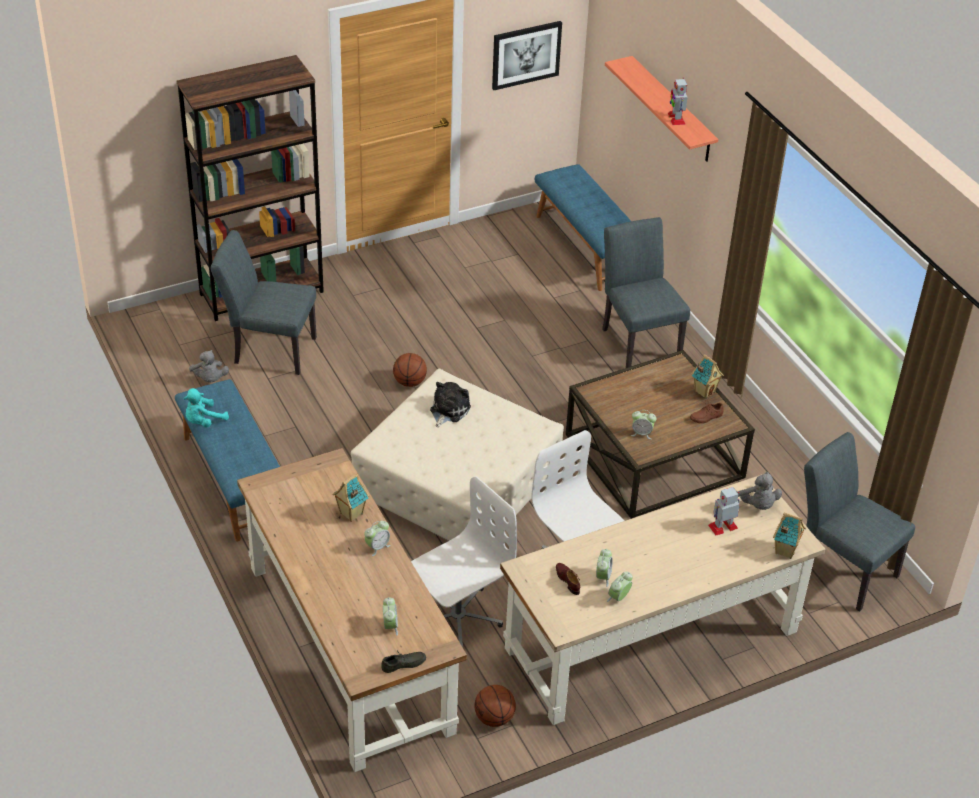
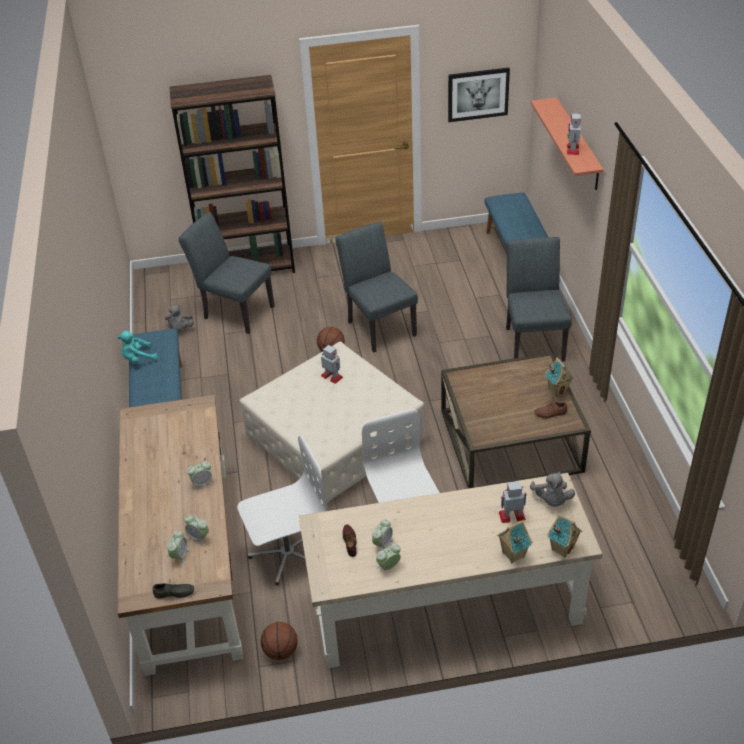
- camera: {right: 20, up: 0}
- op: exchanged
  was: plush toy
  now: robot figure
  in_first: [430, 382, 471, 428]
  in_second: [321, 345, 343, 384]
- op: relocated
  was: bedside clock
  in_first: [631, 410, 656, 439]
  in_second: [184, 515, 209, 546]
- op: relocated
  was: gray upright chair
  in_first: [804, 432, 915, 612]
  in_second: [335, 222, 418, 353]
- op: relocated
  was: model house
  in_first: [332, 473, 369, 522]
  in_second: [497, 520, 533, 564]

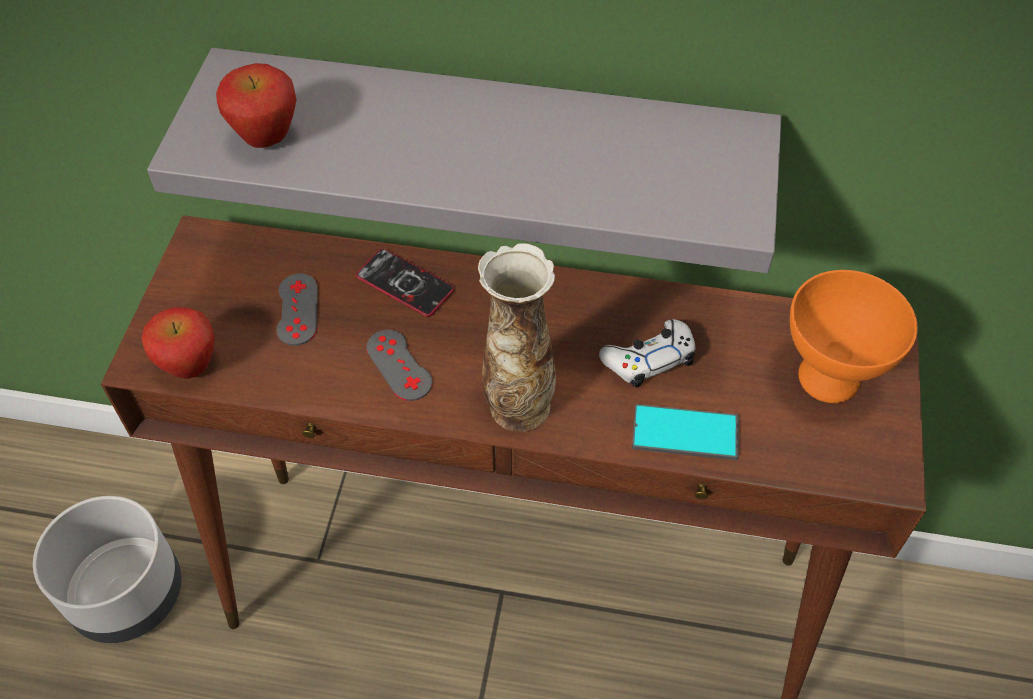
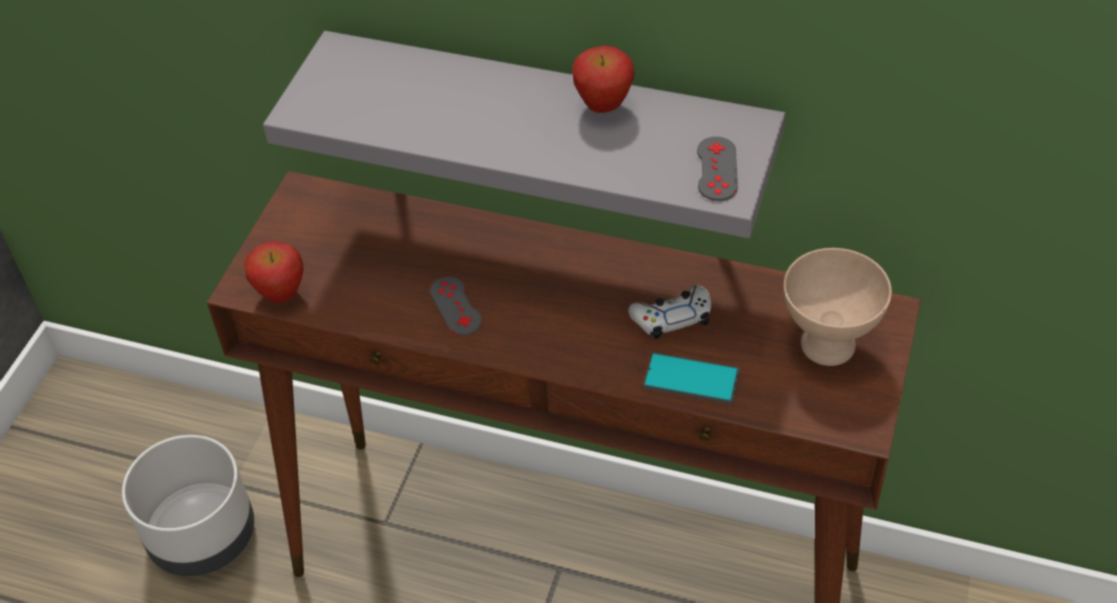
- camera: {right: 10, up: -5}
- op: relocated
  was: whole apple
  in_first: [216, 63, 296, 148]
  in_second: [572, 46, 634, 113]
- op: missing
  was: vase
  in_first: [478, 243, 556, 431]
- op: missing
  was: telephone
  in_first: [356, 249, 454, 317]
- op: colour
  was: orangey bowl
  now: sand-coloured bowl
  in_first: [790, 270, 918, 403]
  in_second: [783, 248, 892, 366]
- op: relocated
  was: gray game controller
  in_first: [276, 273, 318, 346]
  in_second: [697, 137, 738, 201]

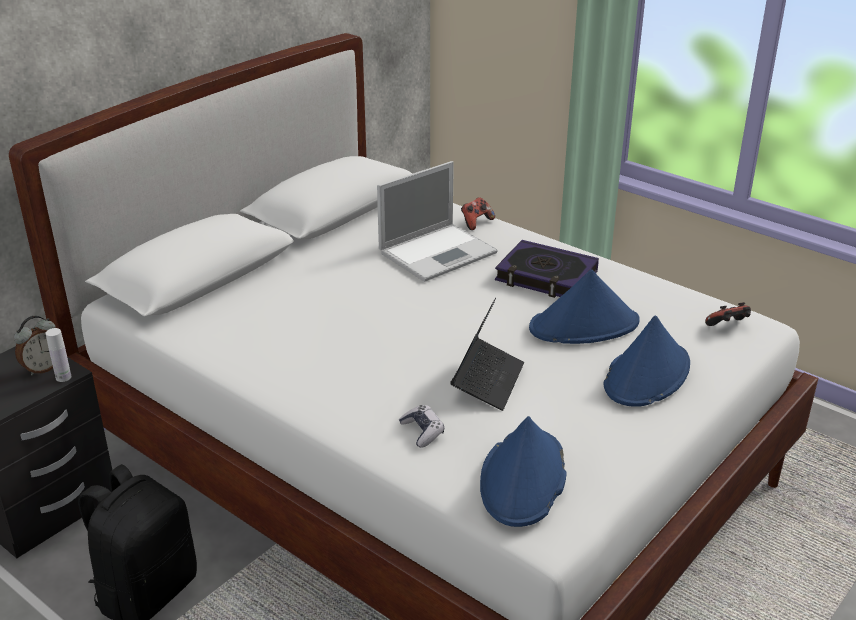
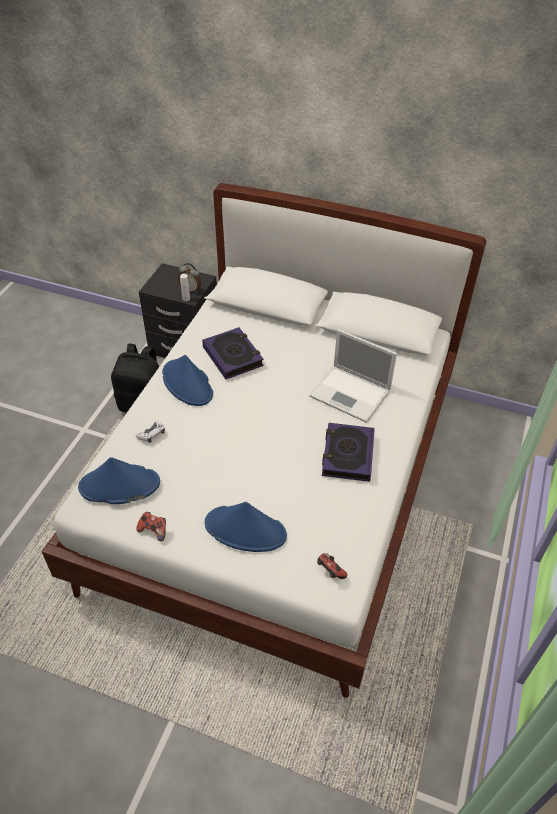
- camera: {right: 70, up: 15}
- op: relocated
  was: game controller
  in_first: [461, 197, 495, 230]
  in_second: [136, 512, 166, 541]
- op: relocated
  was: blue-coloured clothing hat
  in_first: [529, 269, 640, 344]
  in_second: [162, 355, 213, 406]
- op: missing
  was: laptop
  in_first: [450, 297, 524, 411]
- op: appeared
  now: bound book
  in_second: [202, 327, 264, 379]

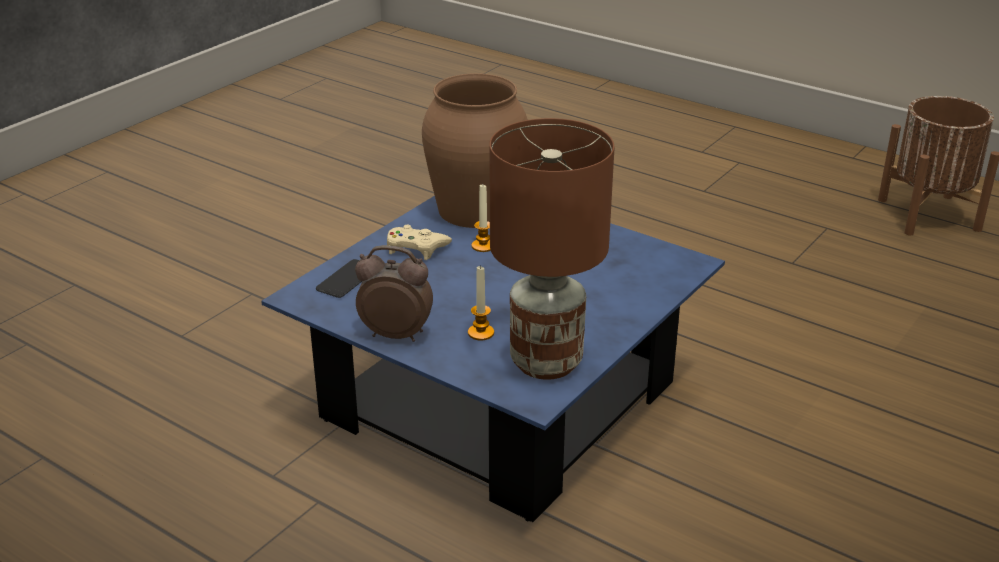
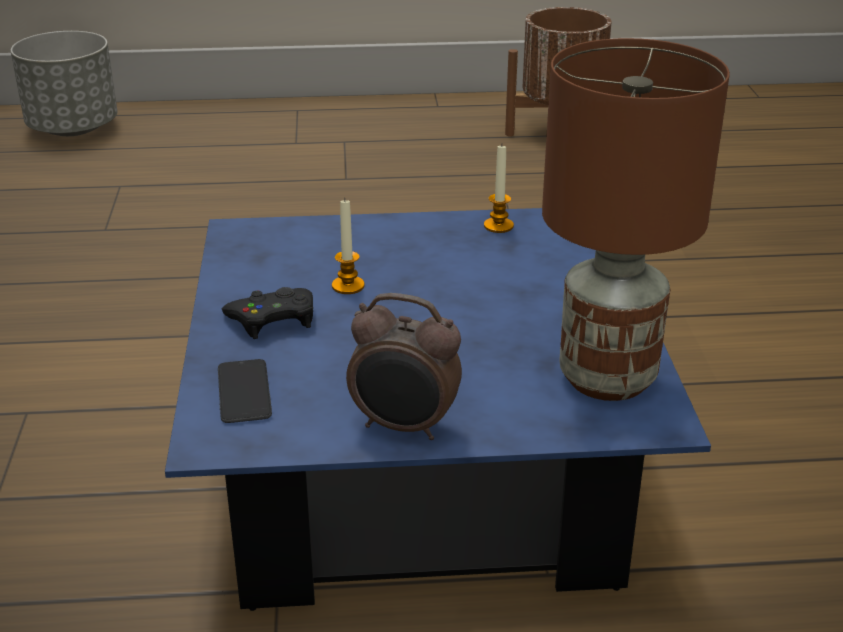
- camera: {right: -40, up: 0}
- op: missing
  was: brown-coloured vase
  in_first: [422, 73, 528, 228]
- op: colour
  was: sand-coloured game controller
  now: black-coloured game controller
  in_first: [387, 225, 452, 260]
  in_second: [222, 287, 313, 339]
- op: spun
  was: bedside clock
  in_first: [355, 245, 433, 342]
  in_second: [346, 293, 462, 440]
  clockwise: -135
- op: relocated
  was: wax candle
  in_first: [468, 265, 494, 340]
  in_second: [484, 145, 514, 233]
- op: appeared
  now: gray plant pot
  in_second: [11, 31, 117, 136]

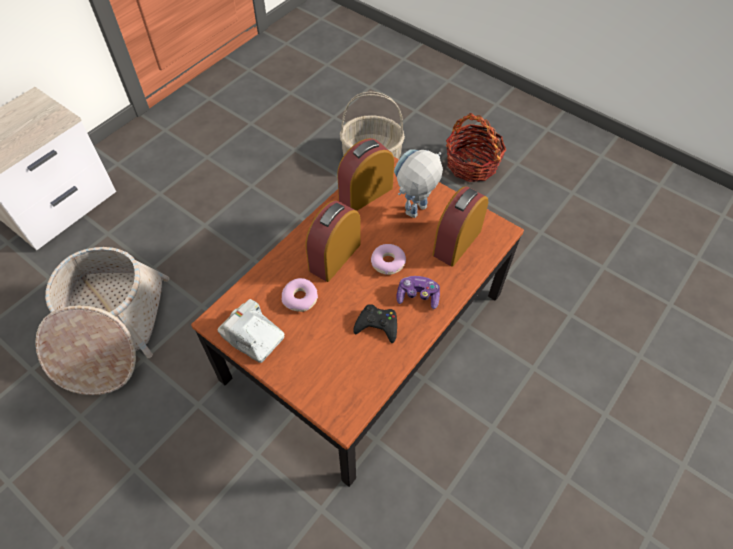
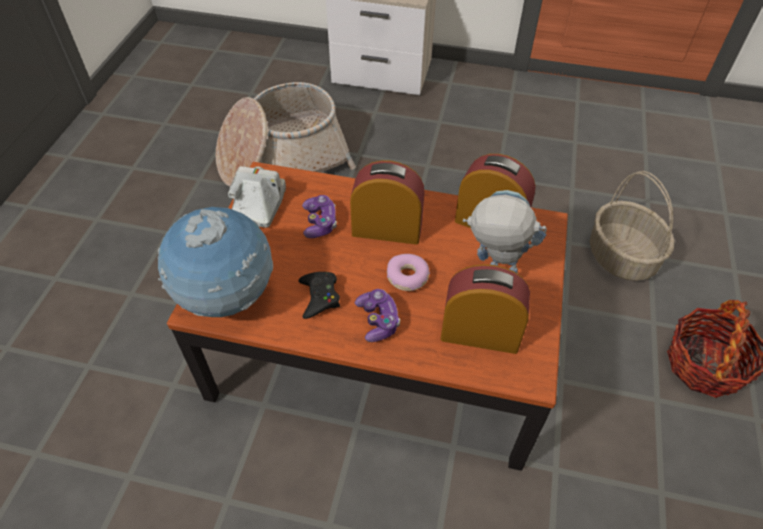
- camera: {right: 65, up: -5}
- op: exchanged
  was: donut
  now: game controller
  in_first: [282, 278, 318, 312]
  in_second: [302, 195, 337, 238]
- op: appeared
  now: desk globe
  in_second: [158, 207, 273, 317]

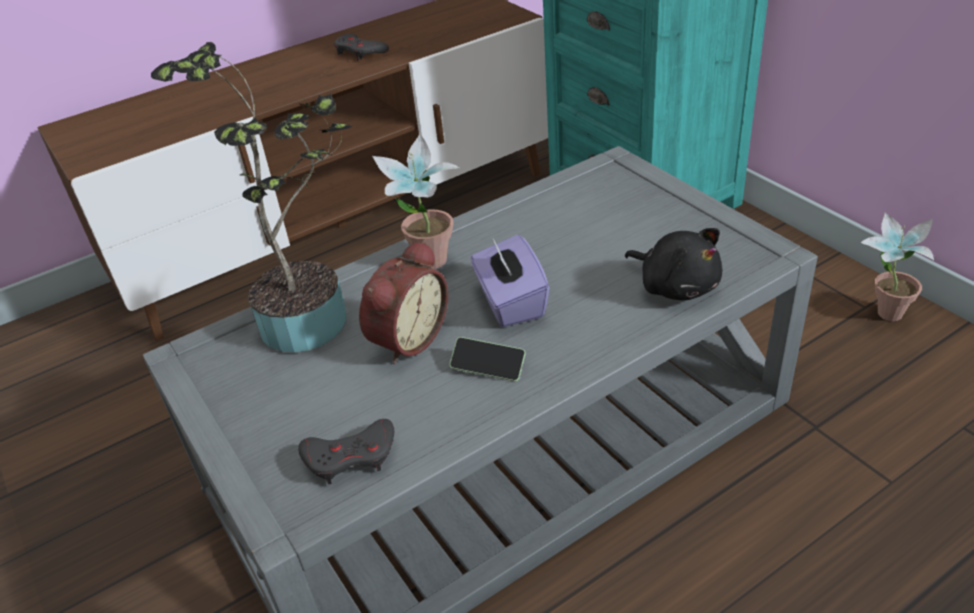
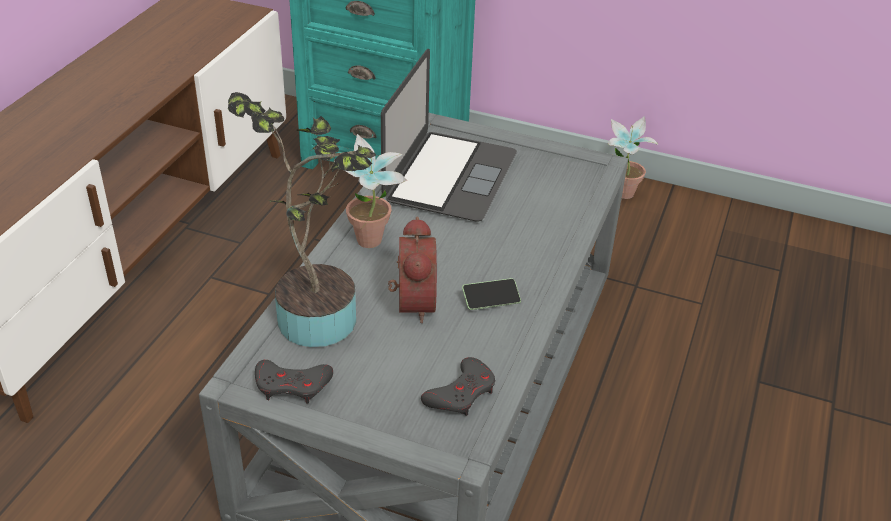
- camera: {right: -40, up: 0}
- op: relocated
  was: gray game controller
  in_first: [334, 34, 389, 61]
  in_second: [255, 360, 333, 403]
- op: missing
  was: black-coloured plush toy
  in_first: [625, 228, 722, 301]
- op: missing
  was: purple tissue box
  in_first: [471, 235, 550, 327]
- op: appeared
  now: laptop
  in_second: [381, 49, 517, 222]

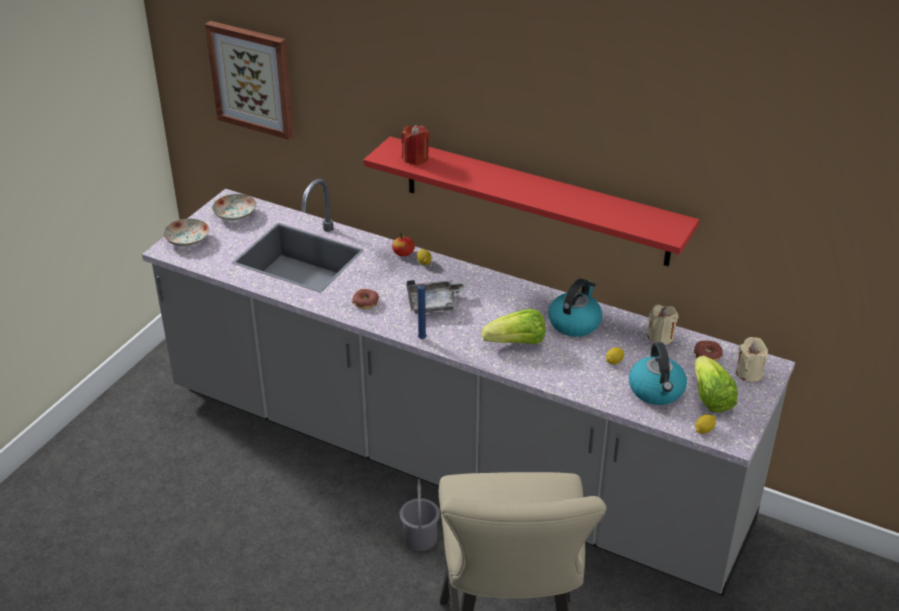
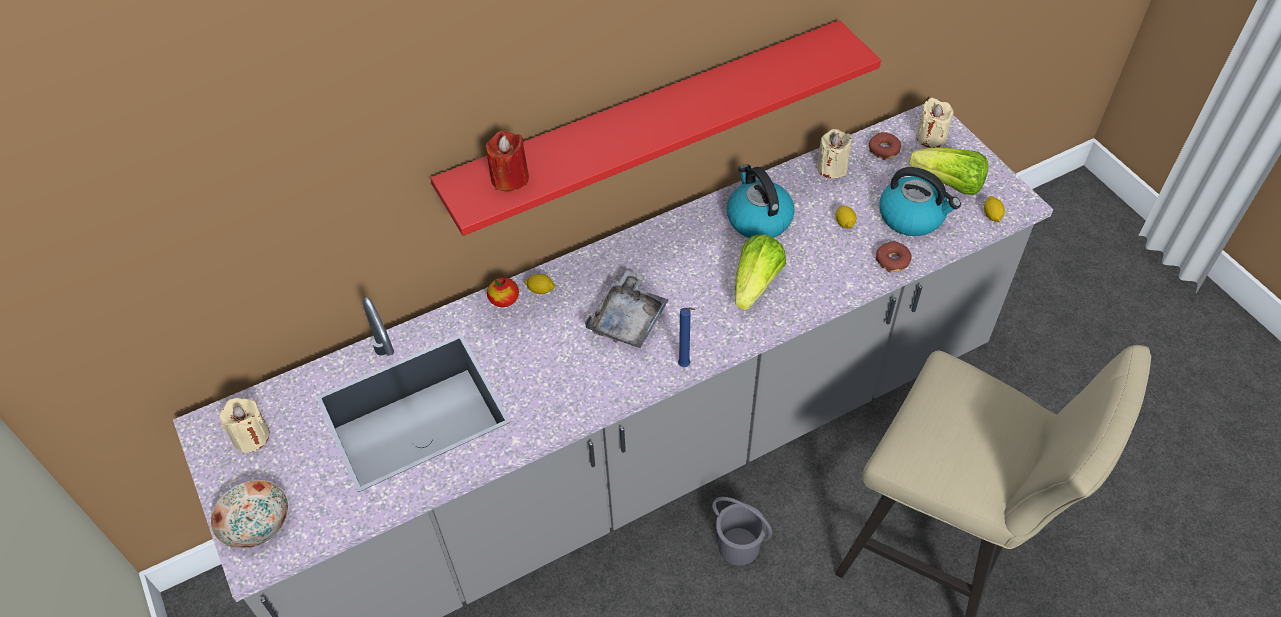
- camera: {right: -55, up: 15}
- op: missing
  was: wall picture
  in_first: [205, 21, 294, 140]
- op: exchanged
  was: flat dish
  now: sand-coloured wax candle
  in_first: [212, 194, 256, 221]
  in_second: [219, 398, 270, 453]
- op: relocated
  was: donut
  in_first: [352, 289, 379, 309]
  in_second: [876, 241, 912, 272]

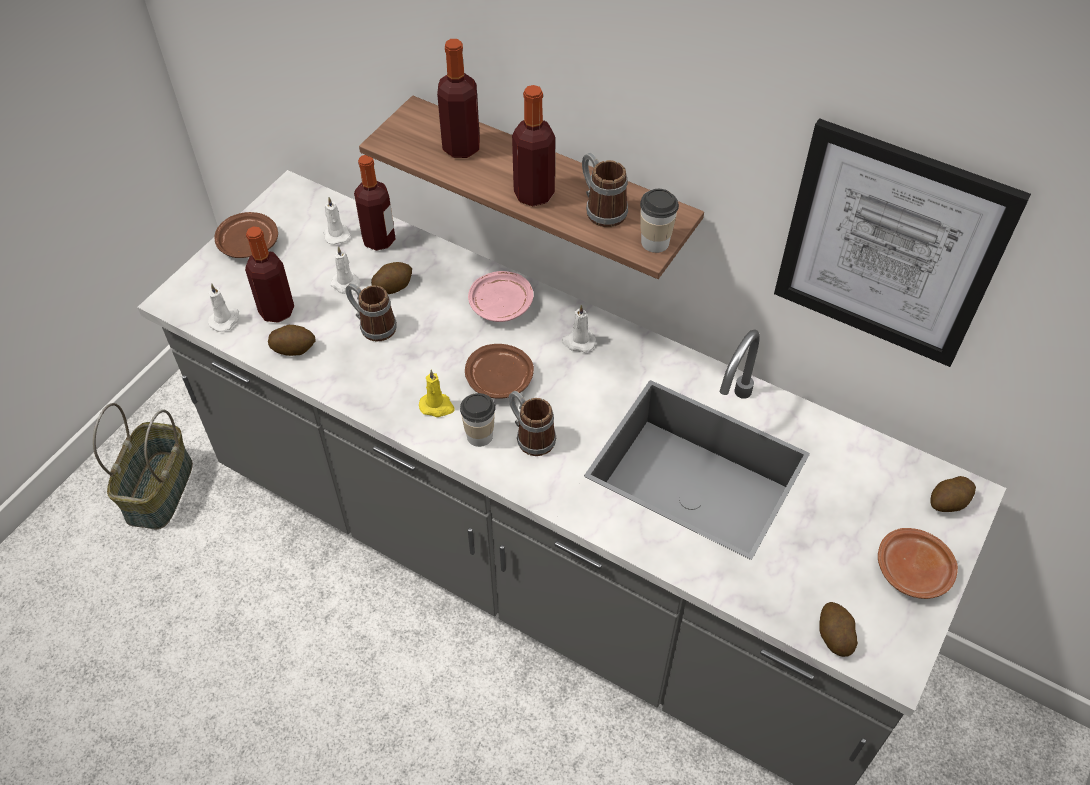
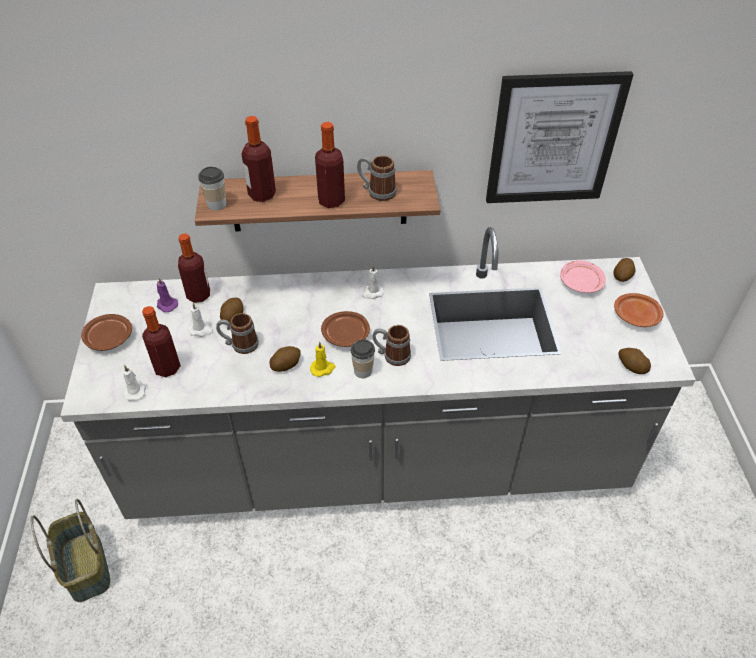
- camera: {right: -35, up: -5}
- op: relocated
  was: cup
  in_first: [640, 189, 679, 253]
  in_second: [198, 167, 226, 211]
- op: colour
  was: white-coloured wax candle
  now: purple wax candle
  in_first: [324, 197, 351, 245]
  in_second: [157, 278, 178, 312]
- op: relocated
  was: pink flat dish
  in_first: [468, 271, 534, 322]
  in_second: [560, 260, 606, 293]
- op: relocated
  was: spud
  in_first: [268, 325, 316, 356]
  in_second: [269, 346, 301, 372]

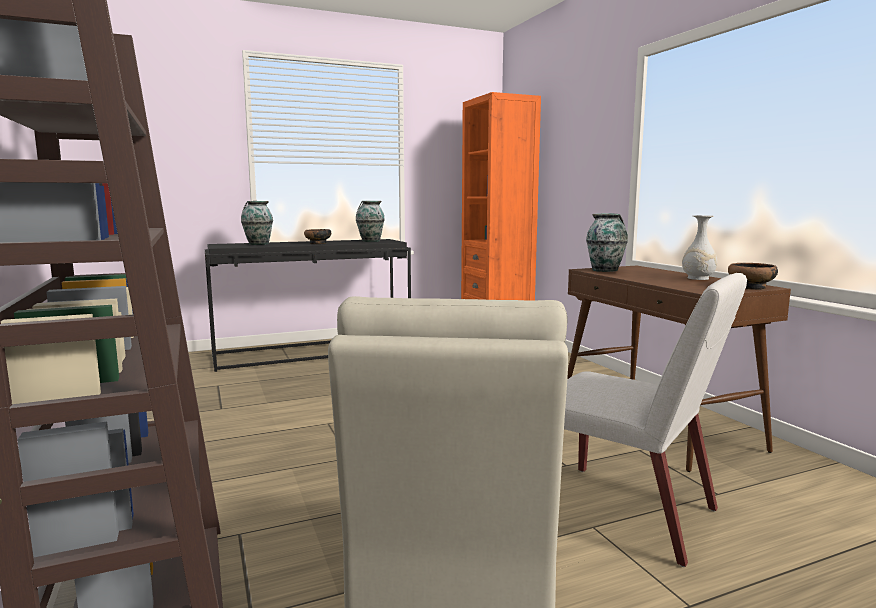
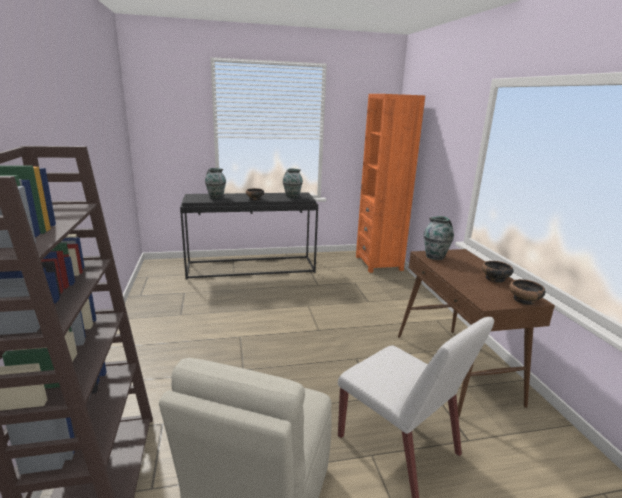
- camera: {right: 10, up: 10}
- op: exchanged
  was: white-coloured vase
  now: bowl
  in_first: [682, 215, 717, 280]
  in_second: [482, 261, 513, 283]

